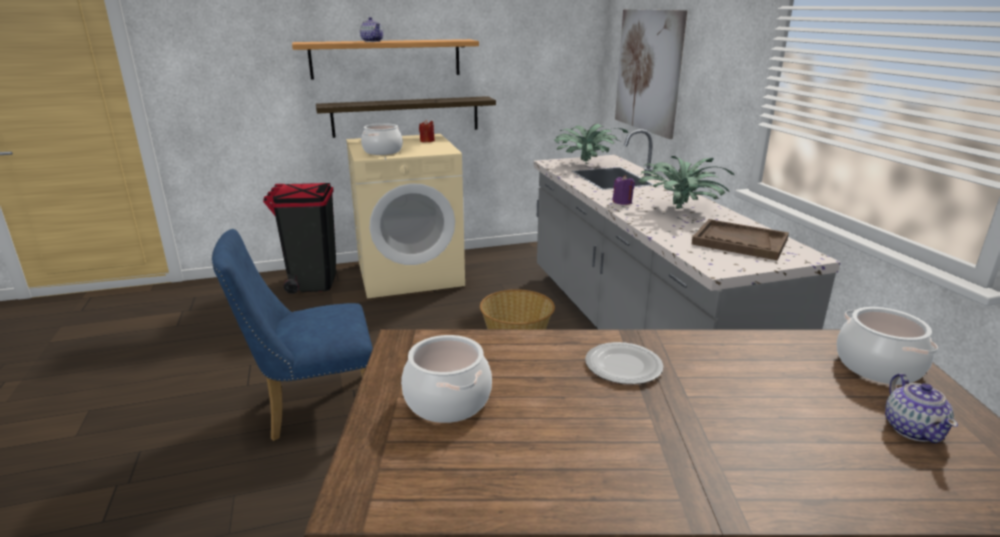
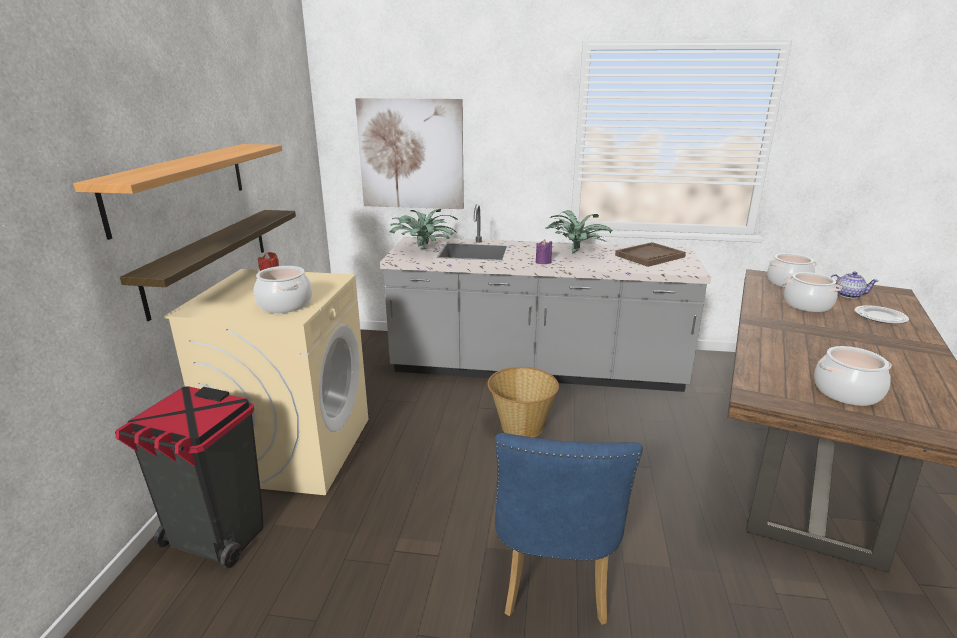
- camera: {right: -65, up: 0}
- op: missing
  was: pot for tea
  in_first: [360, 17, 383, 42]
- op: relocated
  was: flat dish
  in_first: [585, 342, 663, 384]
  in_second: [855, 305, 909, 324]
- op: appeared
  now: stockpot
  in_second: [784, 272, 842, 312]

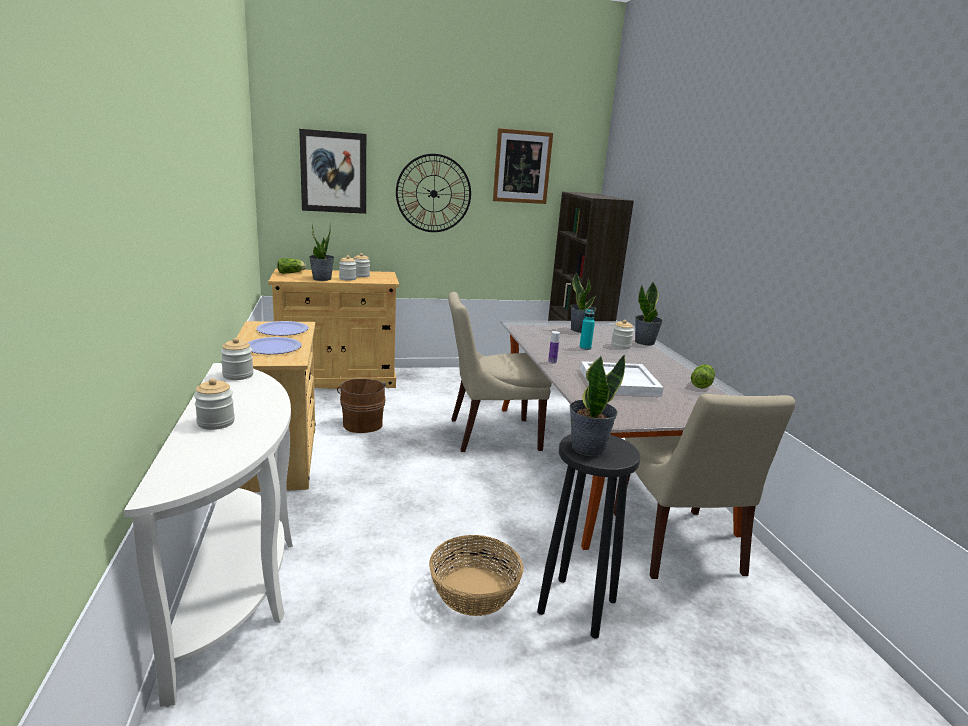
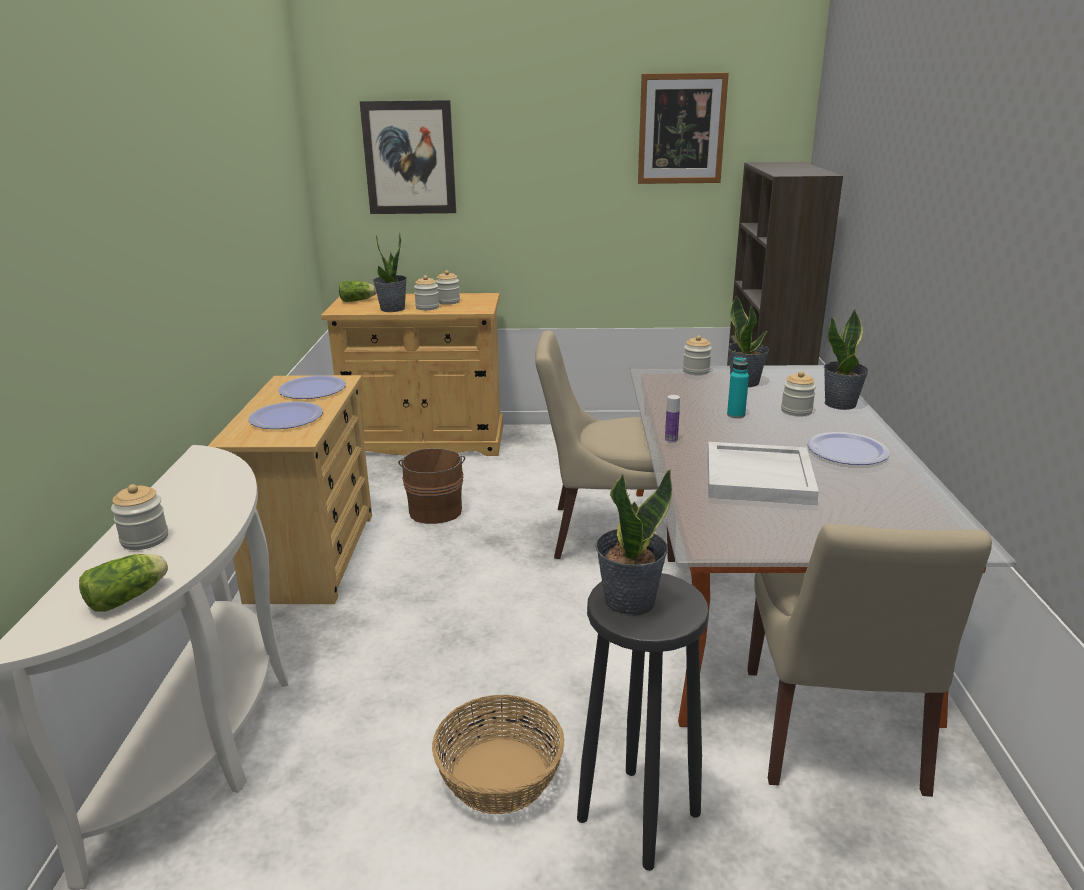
- camera: {right: 15, up: 5}
- op: missing
  was: clock on the wall
  in_first: [396, 154, 471, 232]
- op: relocated
  was: storage jar
  in_first: [220, 338, 254, 380]
  in_second: [683, 335, 712, 375]
- op: relocated
  was: lettuce
  in_first: [691, 364, 715, 389]
  in_second: [79, 554, 168, 612]
- op: appeared
  now: flat dish
  in_second: [808, 432, 889, 465]

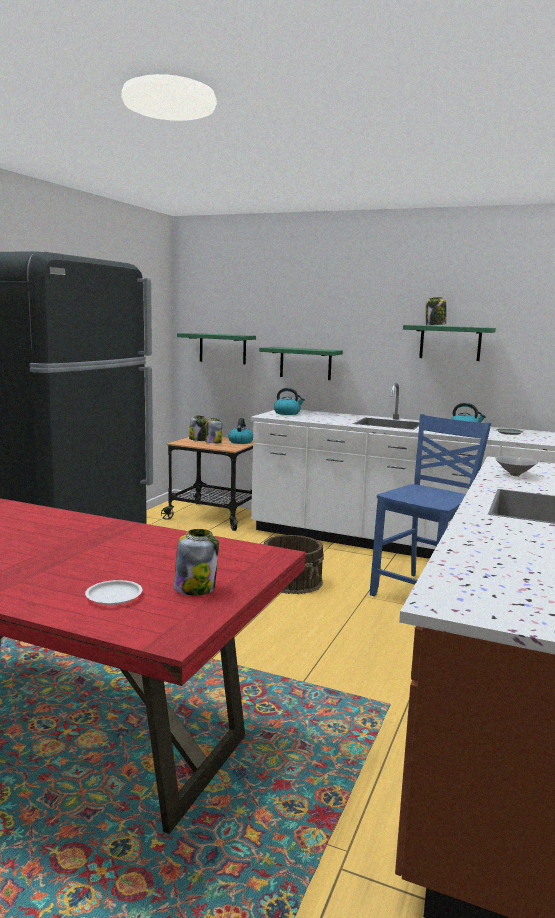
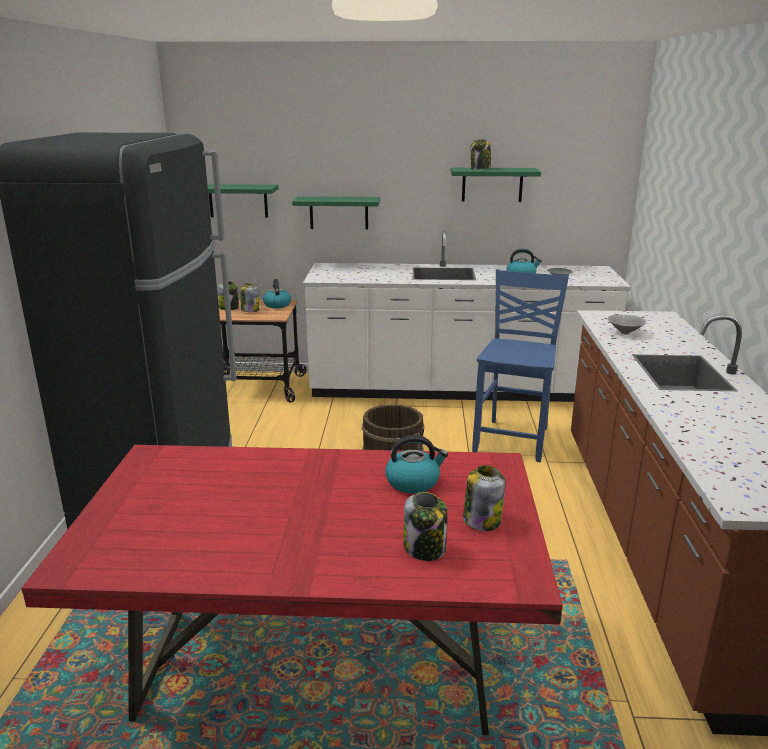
- camera: {right: -20, up: 10}
- op: relocated
  was: tea kettle
  in_first: [274, 388, 305, 415]
  in_second: [385, 435, 448, 494]
- op: exchanged
  was: white-coloured flat dish
  now: storage jar
  in_first: [85, 580, 143, 605]
  in_second: [403, 492, 447, 561]

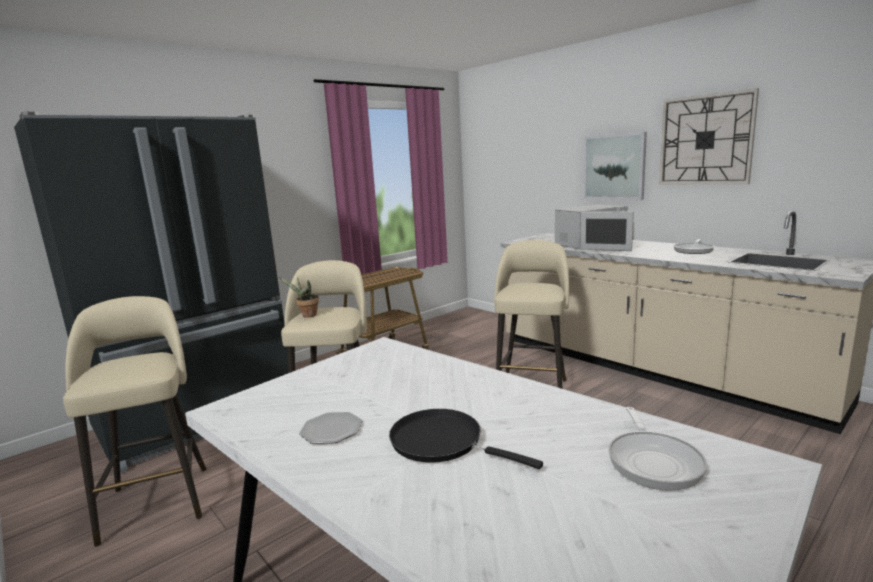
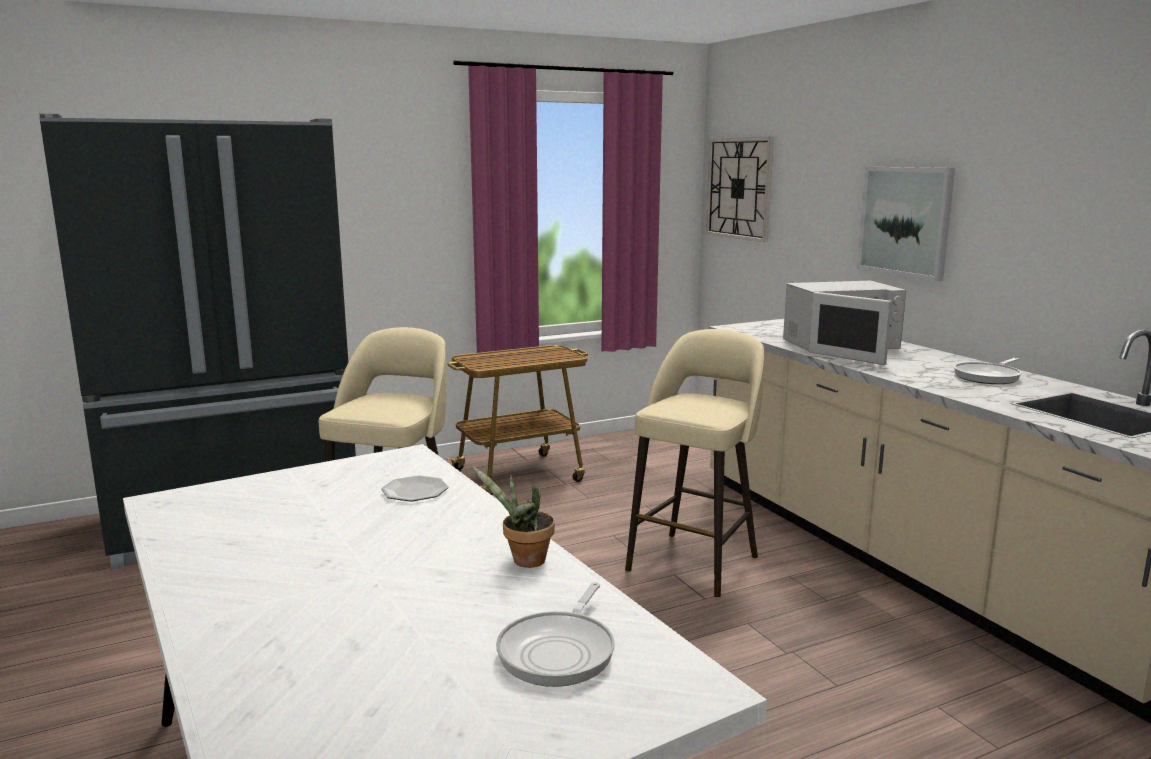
- camera: {right: 15, up: 0}
- op: relocated
  was: clock on the wall
  in_first: [659, 88, 759, 184]
  in_second: [706, 137, 774, 242]
- op: relocated
  was: houseplant
  in_first: [279, 277, 319, 318]
  in_second: [472, 466, 555, 568]
- op: missing
  was: sand-coloured sitting stool
  in_first: [63, 296, 207, 547]
- op: missing
  was: black-coloured frying pan
  in_first: [389, 409, 543, 469]
- op: relocated
  was: flat dish
  in_first: [299, 412, 362, 444]
  in_second: [381, 475, 449, 501]

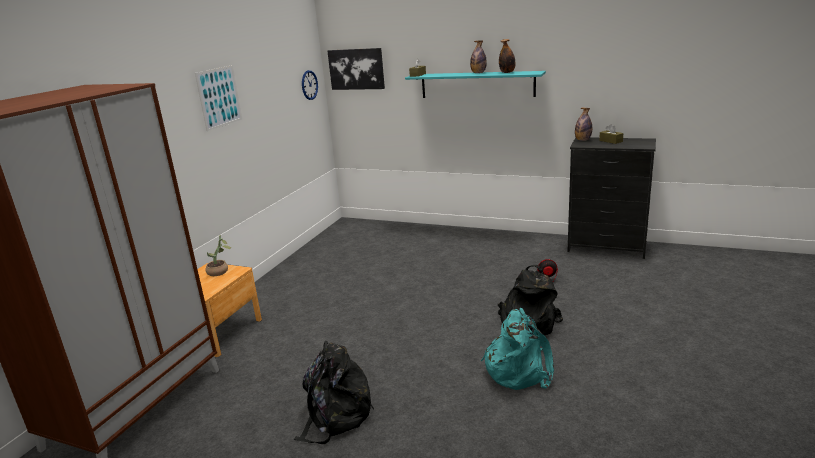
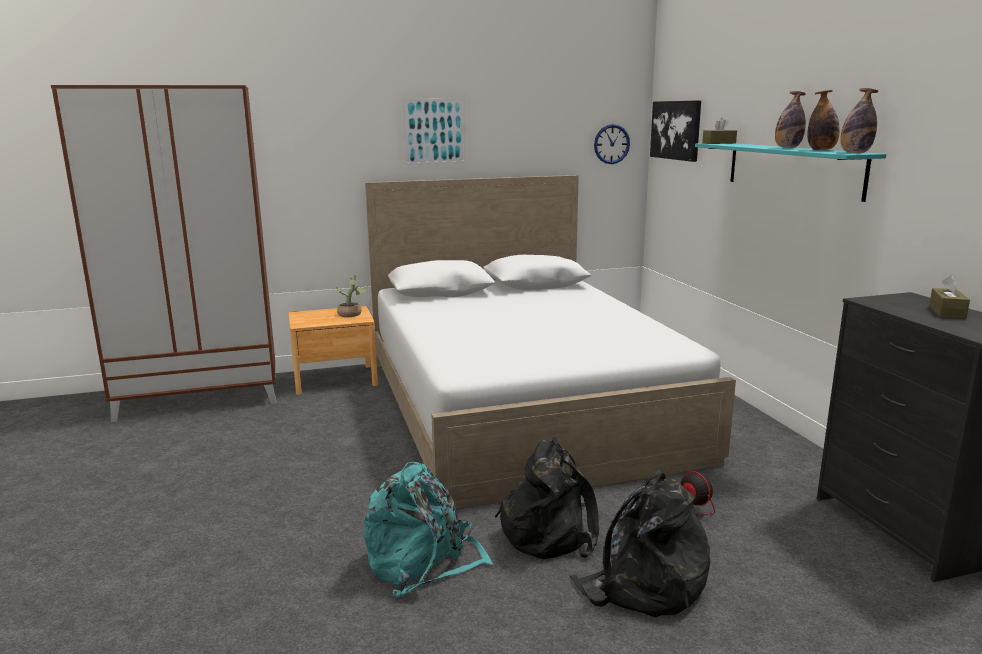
- camera: {right: 50, up: -5}
- op: relocated
  was: beverage bottle
  in_first: [575, 108, 592, 141]
  in_second: [840, 88, 878, 153]
- op: relocated
  was: black-coloured rucksack
  in_first: [294, 341, 374, 444]
  in_second: [570, 469, 711, 617]
- op: appeared
  now: white-coloured bed
  in_second: [365, 175, 736, 509]

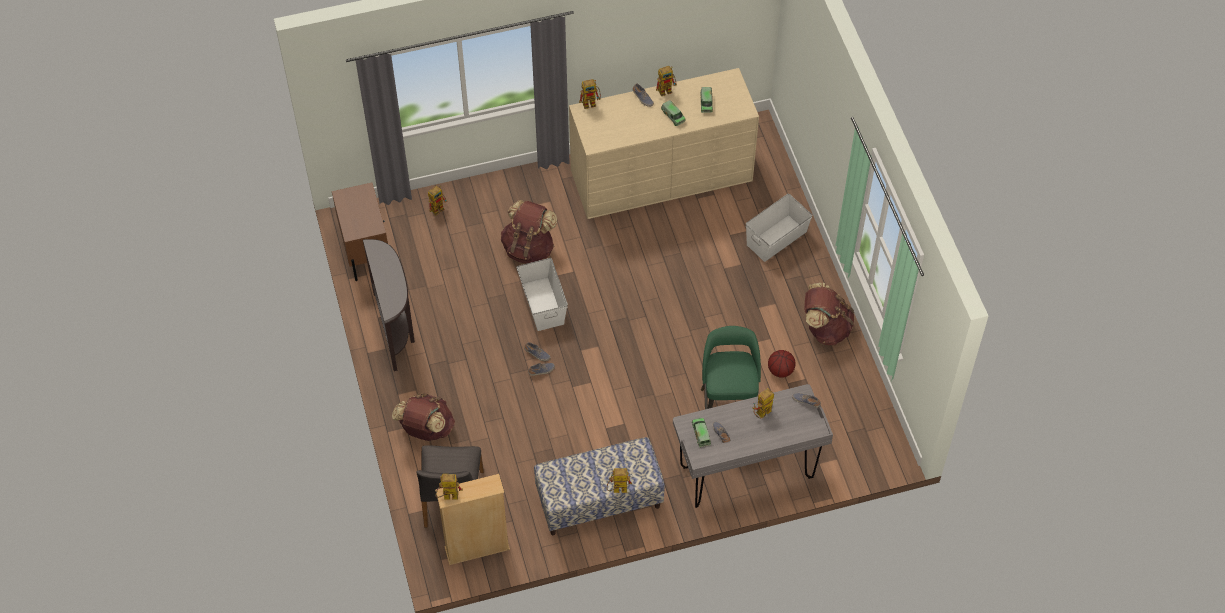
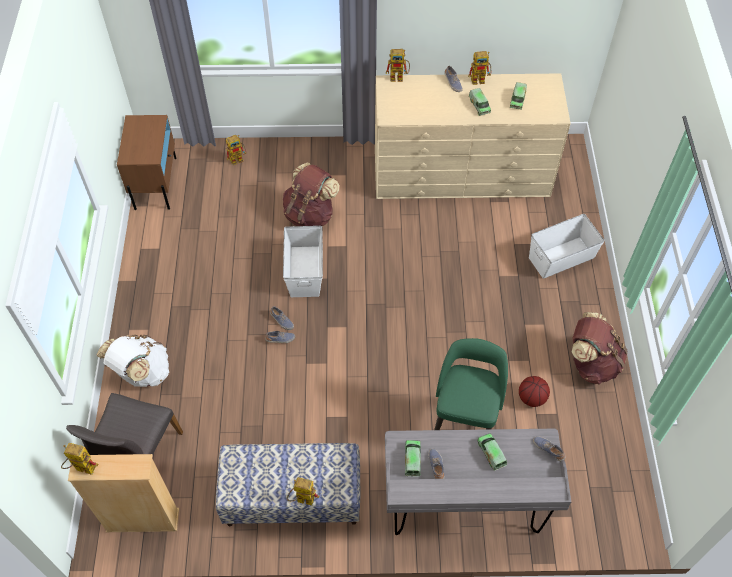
- camera: {right: 15, up: 0}
- op: missing
  was: brown-coloured console table
  in_first: [363, 239, 415, 371]
- op: exchanged
  was: robot figure
  now: model truck
  in_first: [752, 388, 774, 418]
  in_second: [477, 433, 507, 471]
- op: colour
  was: brown-coloured rucksack
  now: white-coloured rucksack
  in_first: [392, 393, 455, 441]
  in_second: [96, 334, 170, 387]

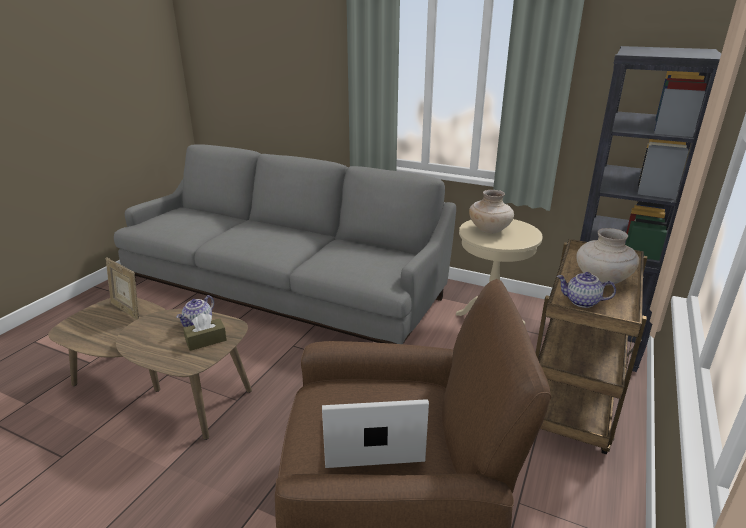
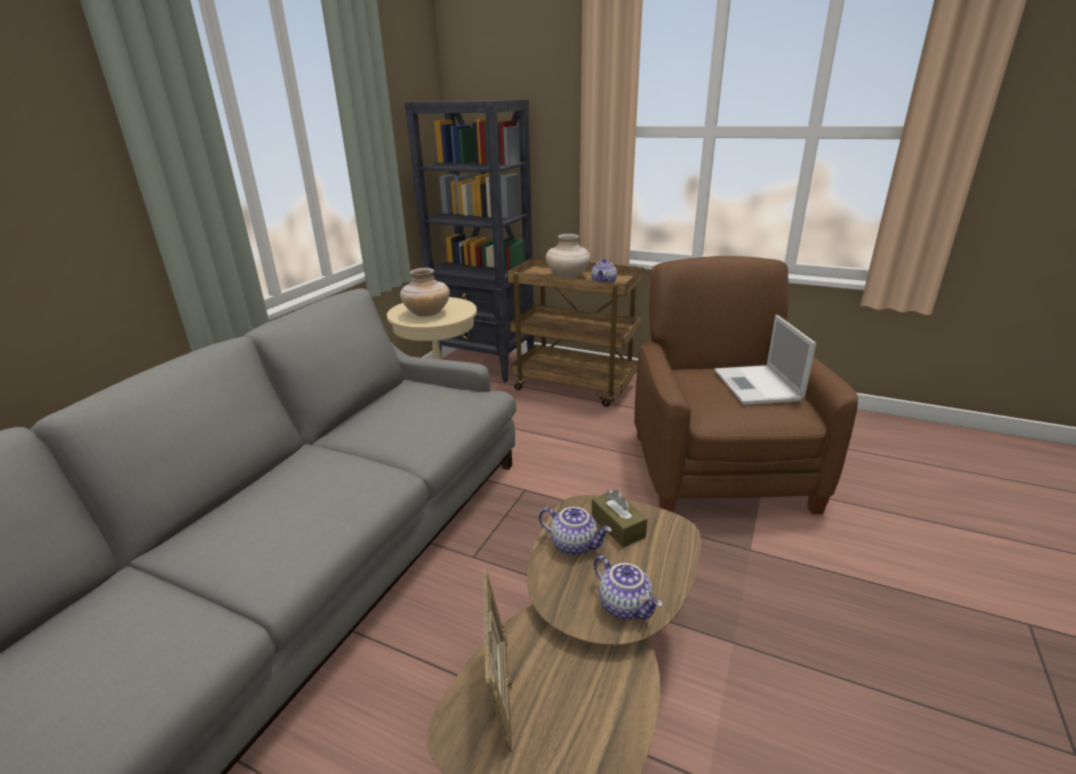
- camera: {right: -90, up: 0}
- op: spun
  was: photo frame
  in_first: [106, 257, 139, 320]
  in_second: [483, 568, 513, 753]
  clockwise: -45
- op: appeared
  now: pot for tea
  in_second: [594, 555, 663, 620]

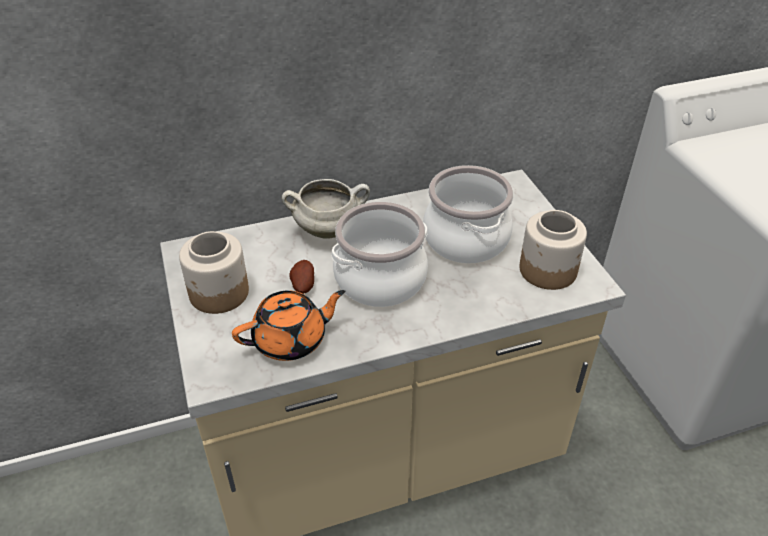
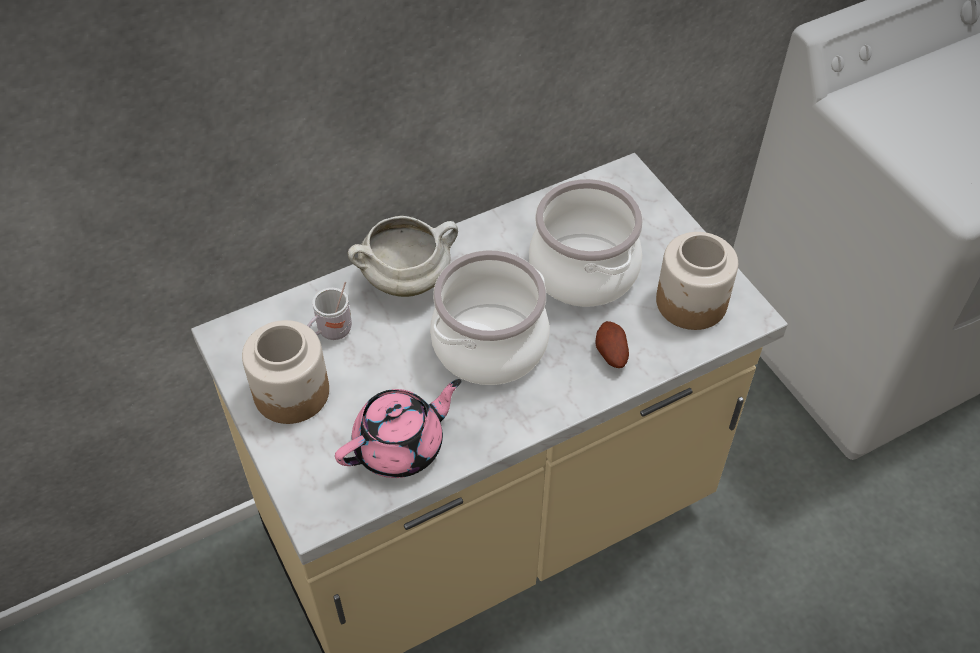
- camera: {right: -10, up: 10}
- op: relocated
  was: spud
  in_first: [289, 260, 314, 294]
  in_second: [596, 321, 629, 368]
- op: colour
  was: orangey pot for tea
  now: pink pot for tea
  in_first: [232, 290, 345, 361]
  in_second: [335, 379, 462, 478]
- op: appeared
  now: white-coloured mug
  in_second: [307, 282, 352, 340]

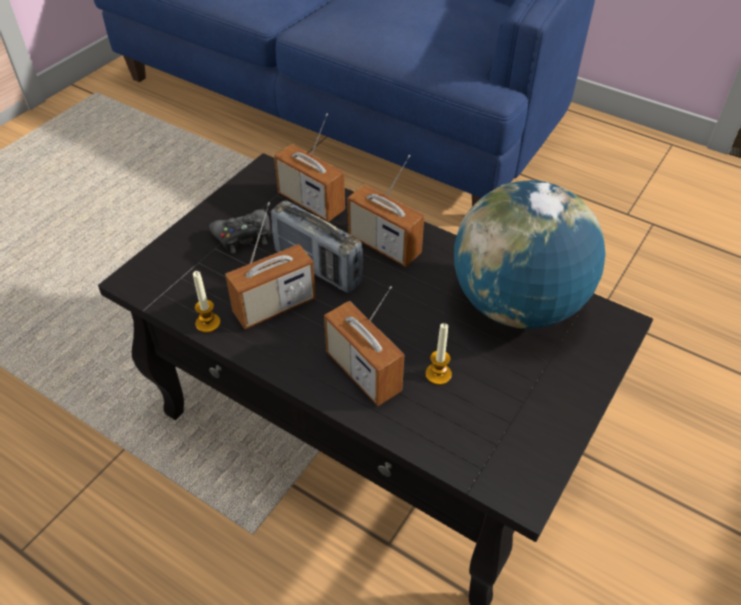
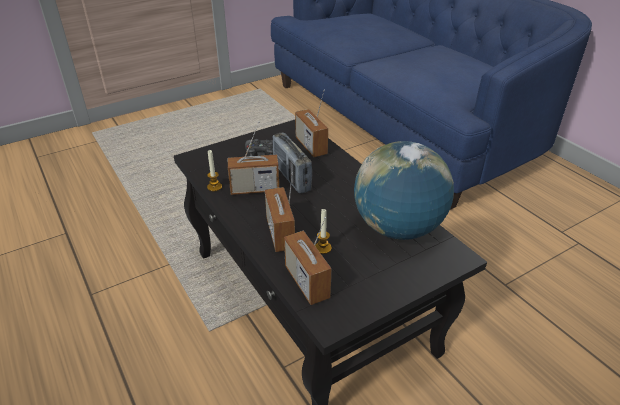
- camera: {right: 25, up: -10}
- op: relocated
  was: radio receiver
  in_first: [348, 155, 424, 267]
  in_second: [284, 217, 331, 305]

